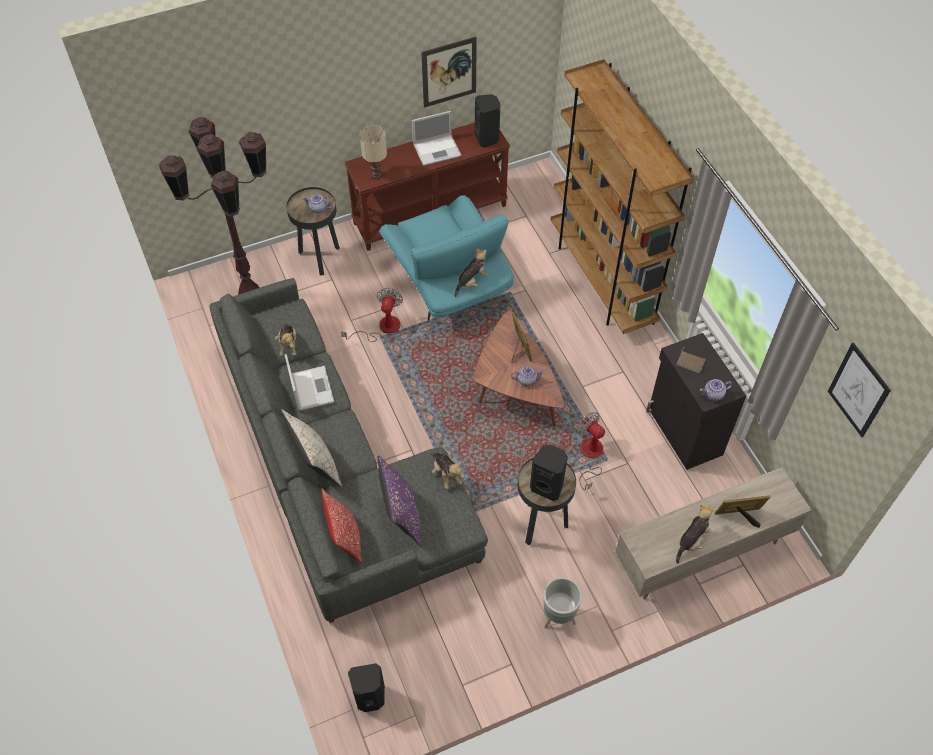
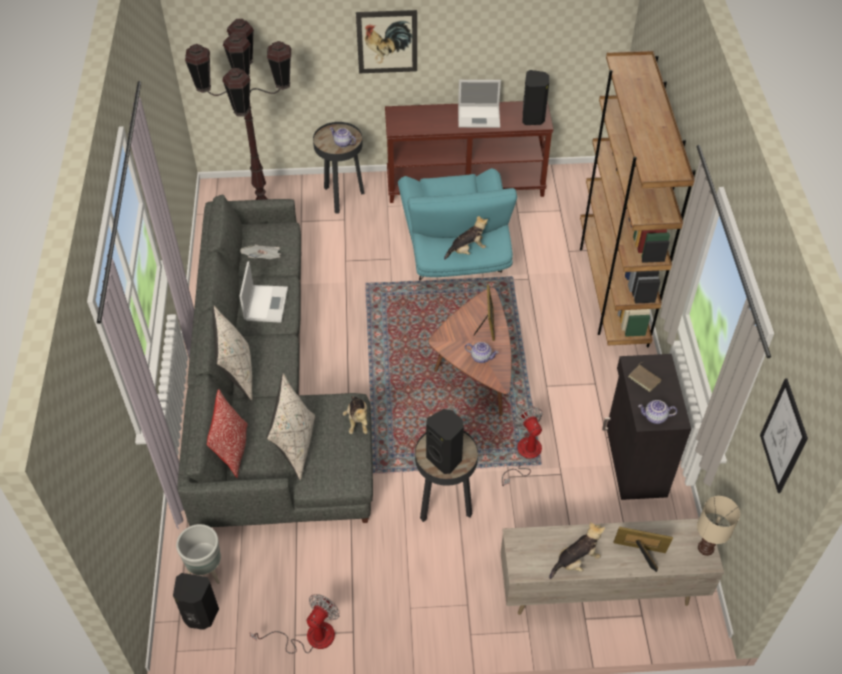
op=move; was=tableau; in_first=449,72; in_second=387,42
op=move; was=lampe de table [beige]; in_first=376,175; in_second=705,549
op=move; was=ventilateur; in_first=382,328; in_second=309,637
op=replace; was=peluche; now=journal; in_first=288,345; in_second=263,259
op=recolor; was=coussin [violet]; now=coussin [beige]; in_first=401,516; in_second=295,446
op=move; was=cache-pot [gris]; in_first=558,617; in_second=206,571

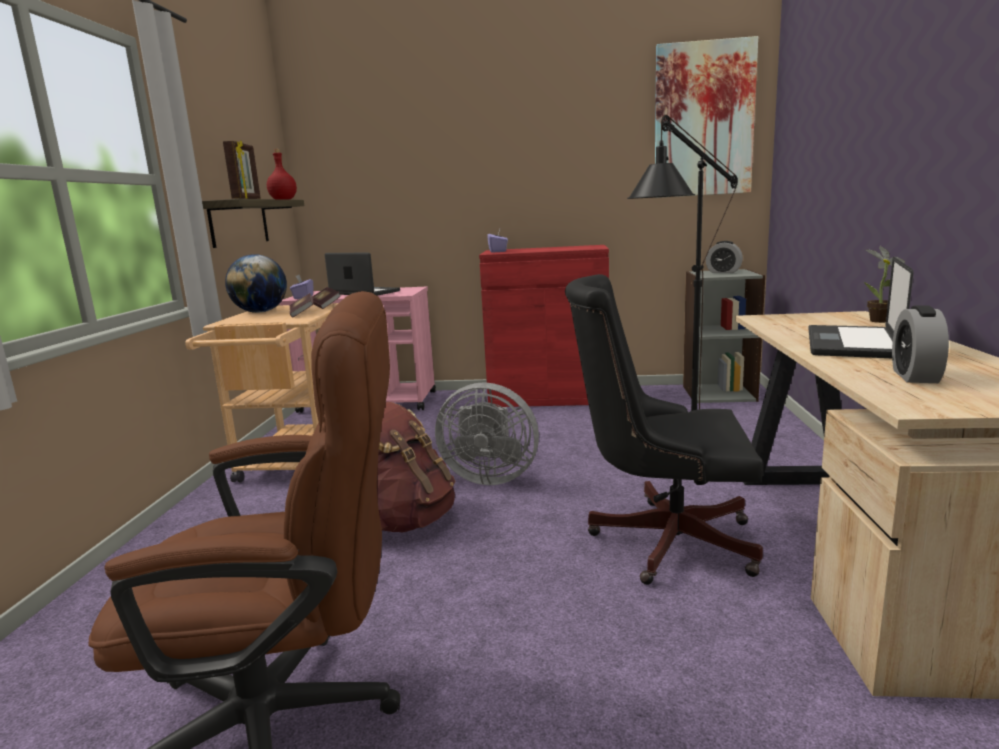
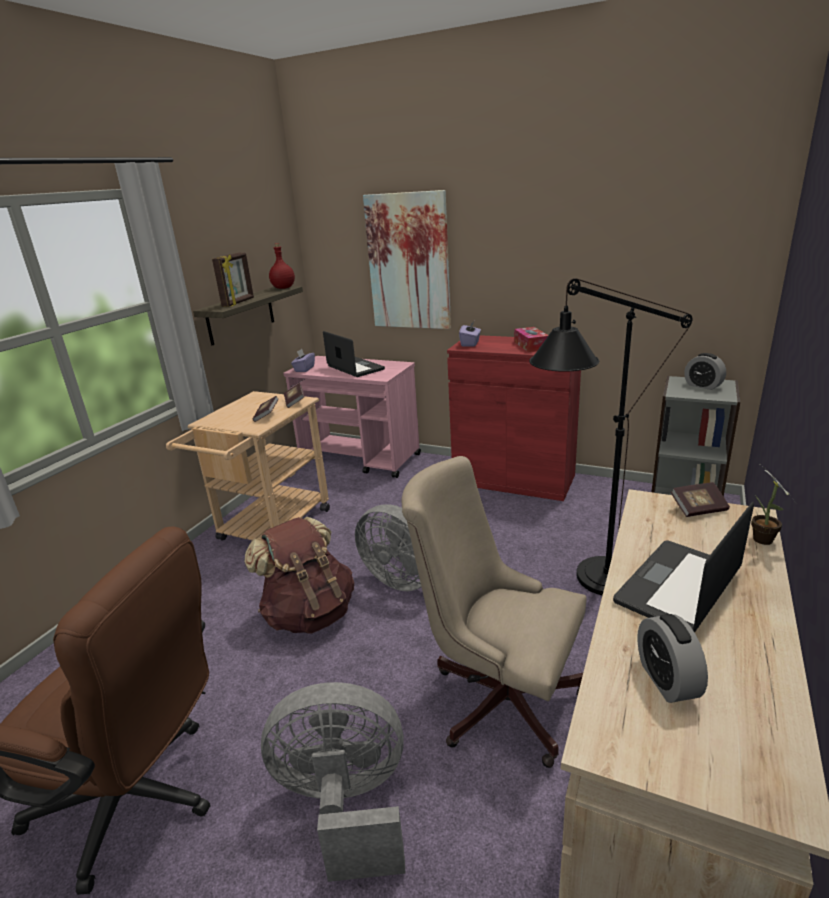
op=move; was=tableau; in_first=703,120; in_second=408,262
op=delete; was=globe; in_first=260,312
op=recolor; was=chaise de bureau [noir]; now=chaise de bureau [beige]; in_first=662,540; in_second=498,696
op=rotate; was=réveil; in_first=915,376; in_second=666,680; clockwise=-45
op=insert; now=boîte à mouchoirs; in_second=531,345
op=insert; now=livre; in_second=698,509
op=insert; now=ventilateur [gris]; in_second=345,806

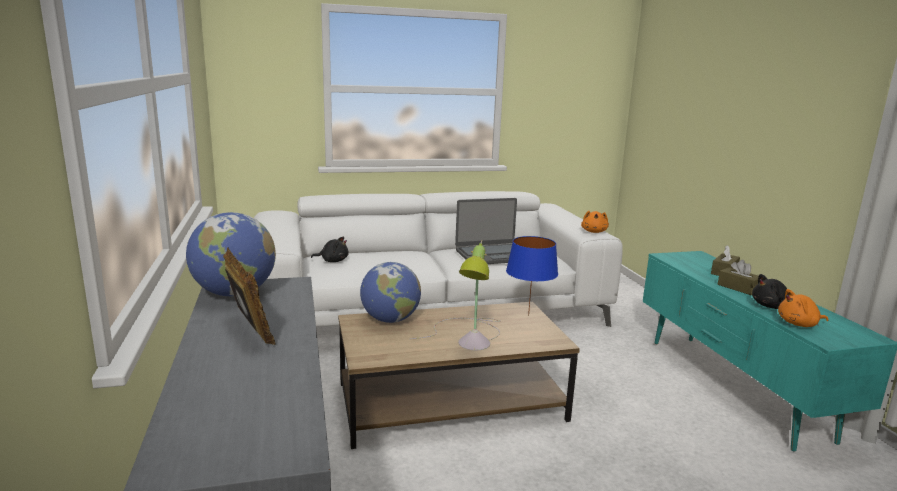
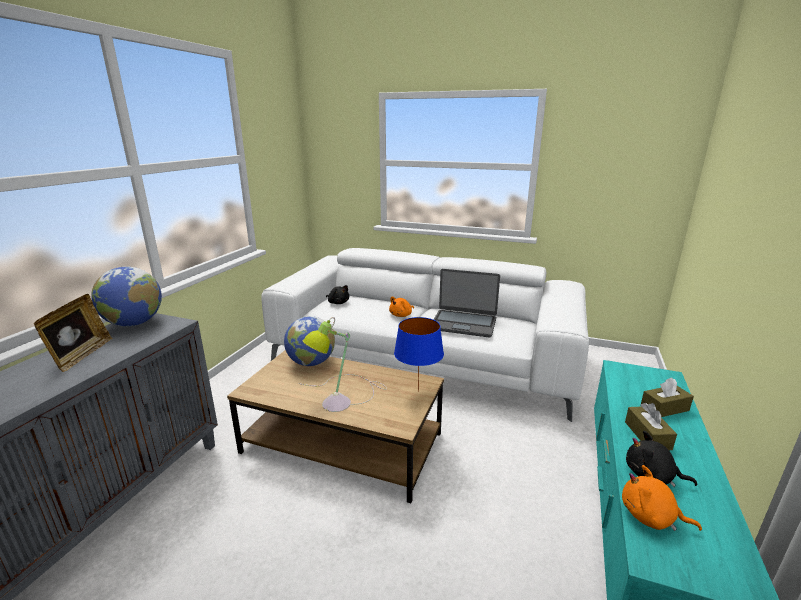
op=move; was=peluche [orange]; in_first=594,231; in_second=401,315

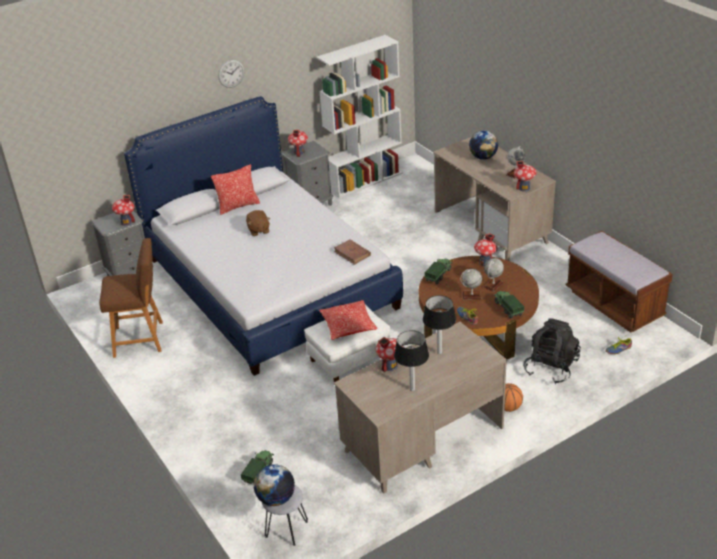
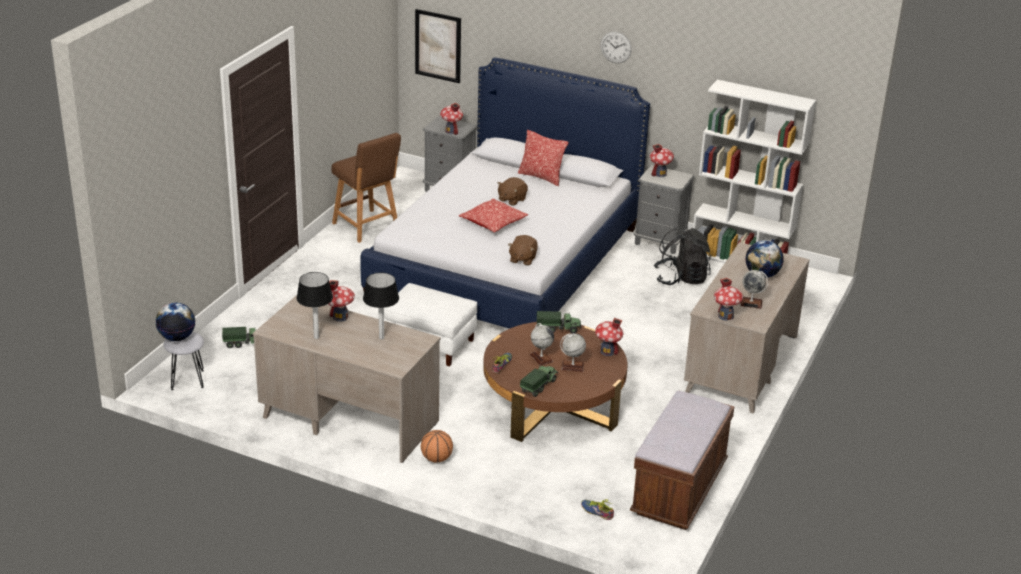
op=replace; was=livre [marron]; now=peluche [marron]; in_first=352,253; in_second=522,259
op=move; was=coussin; in_first=348,326; in_second=493,223
op=move; was=sac à dos [noir]; in_first=551,368; in_second=681,279
op=insert; now=tableau; in_second=438,46

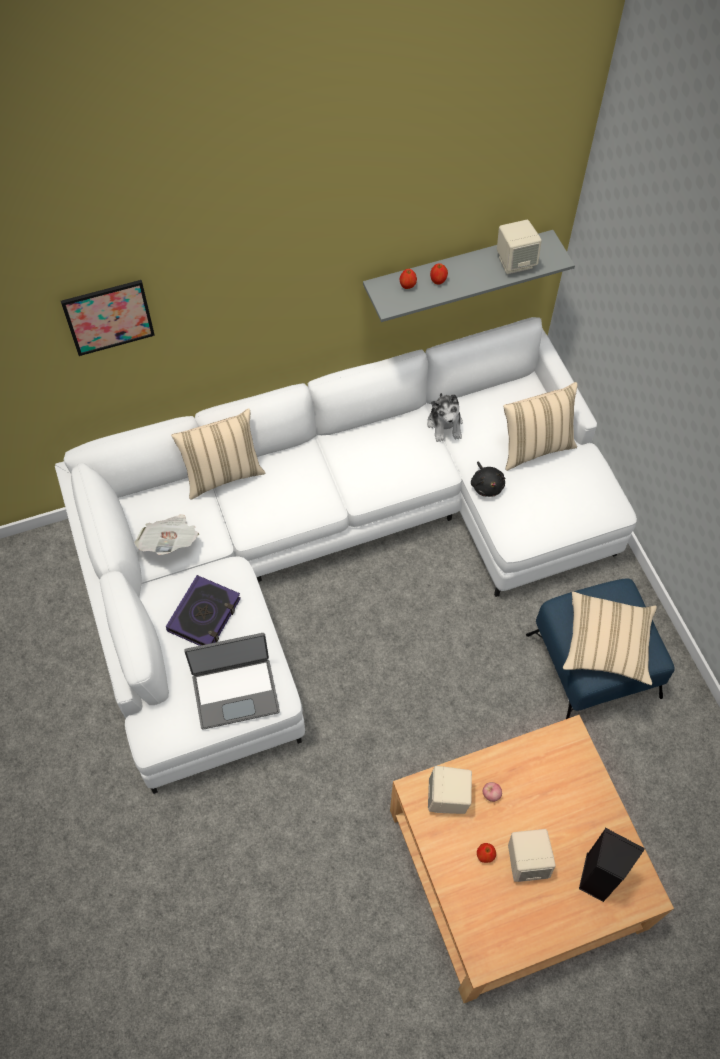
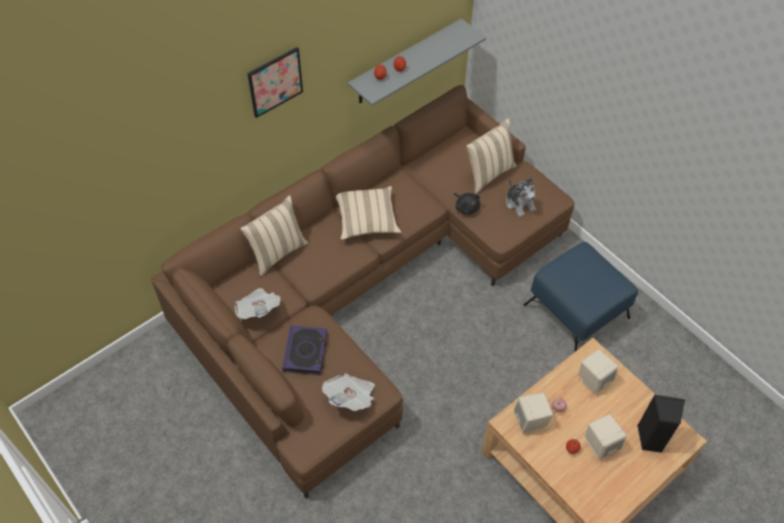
op=move; was=enceinte [beige]; in_first=515,262; in_second=594,379
op=move; was=tableau; in_first=108,317; in_second=275,82
op=recolor; was=canapé [blanc]; now=canapé [marron]; in_first=331,549; in_second=364,288
op=move; was=peluche; in_first=445,424; in_second=519,203
op=move; was=coussin [beige]; in_first=607,644; in_second=367,220
op=replace; was=ordinateur portable; now=journal; in_first=235,692; in_second=351,398

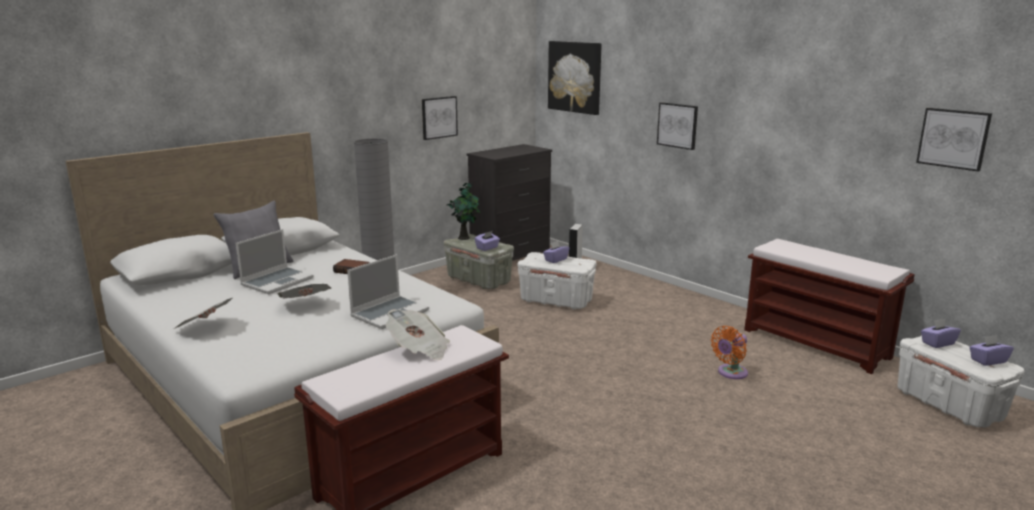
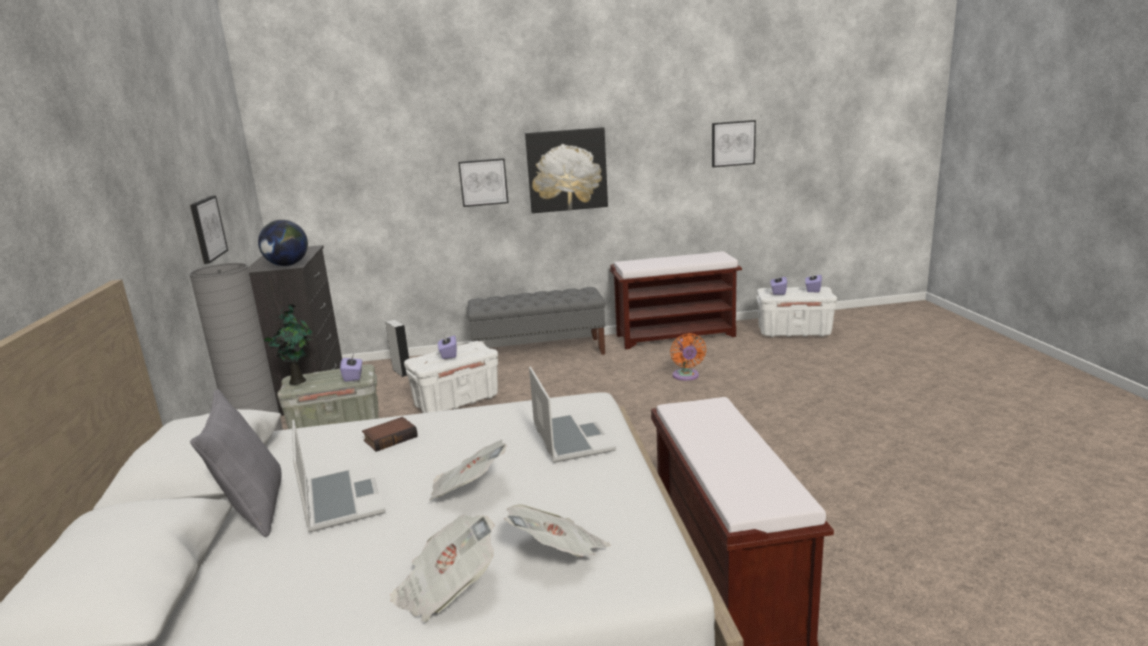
op=move; was=tableau; in_first=575,77; in_second=566,170
op=move; was=journal; in_first=419,350; in_second=559,553
op=insert; now=globe; in_second=287,265
op=insert; now=banc [gris]; in_second=539,353

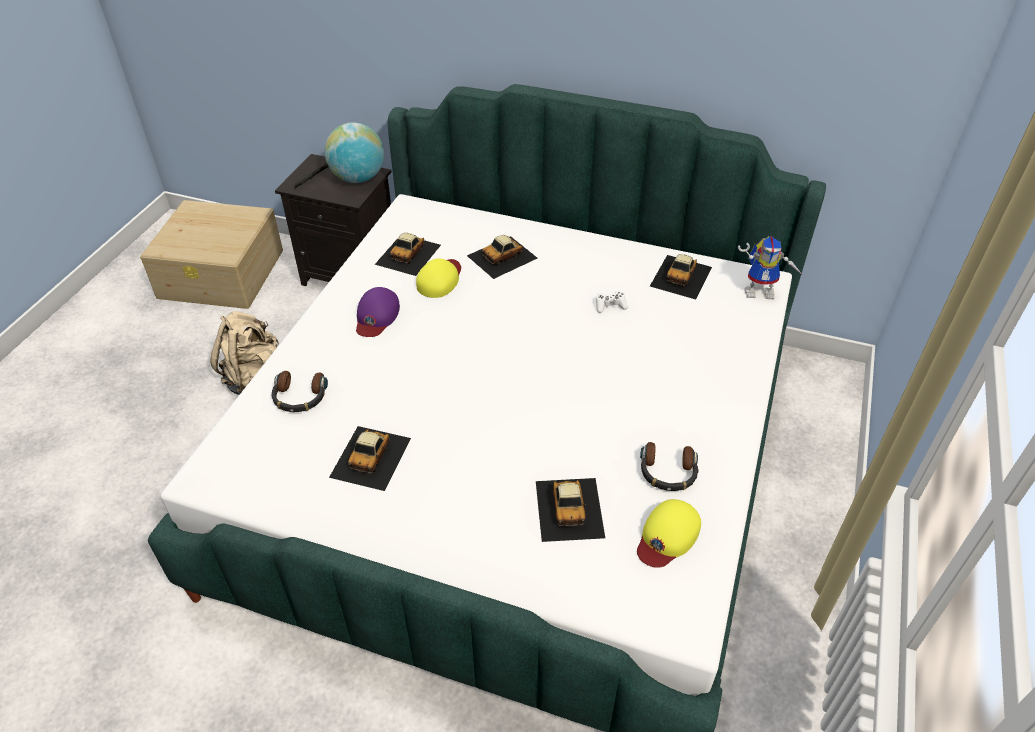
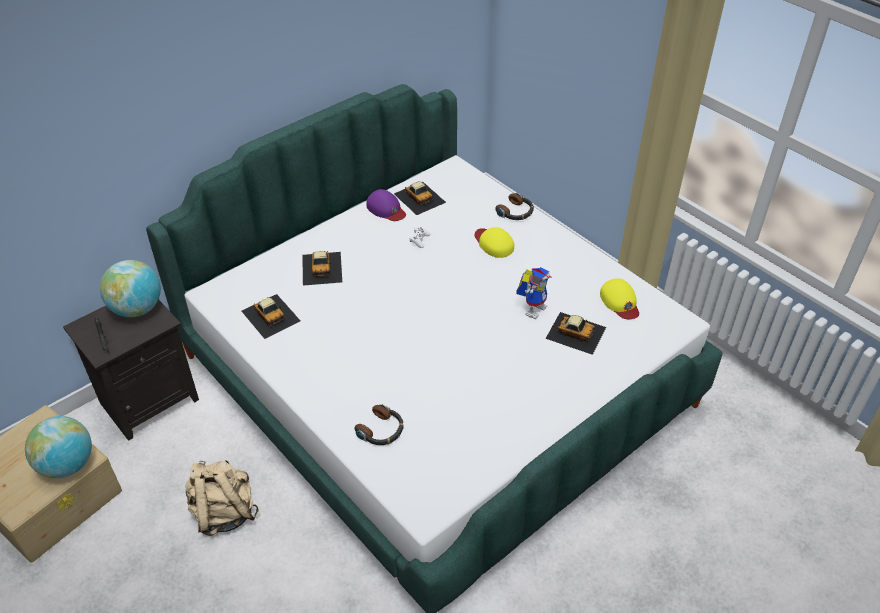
op=move; was=robot jouet; in_first=761,291; in_second=533,308
op=move; was=casquette [jaune]; in_first=440,279; in_second=493,243
op=move; was=casquette [violet]; in_first=376,316; in_second=386,209
op=delete; was=petite voiture; in_first=371,457
op=move; was=casque audio; in_first=667,472; in_second=516,212
op=insert; now=globe; in_second=67,464

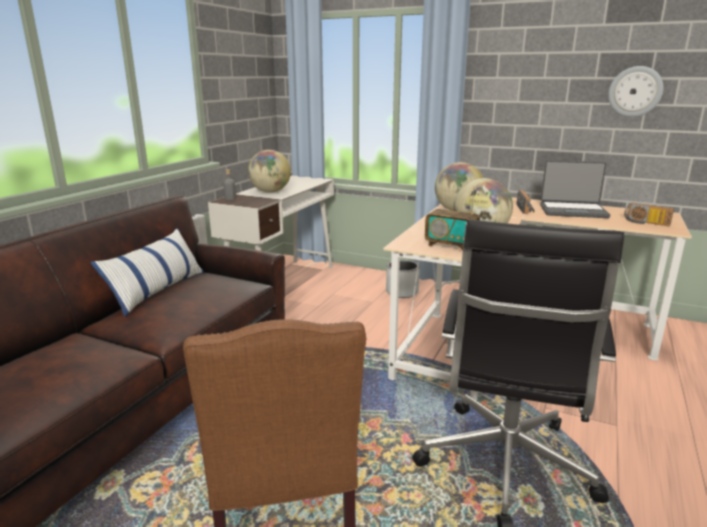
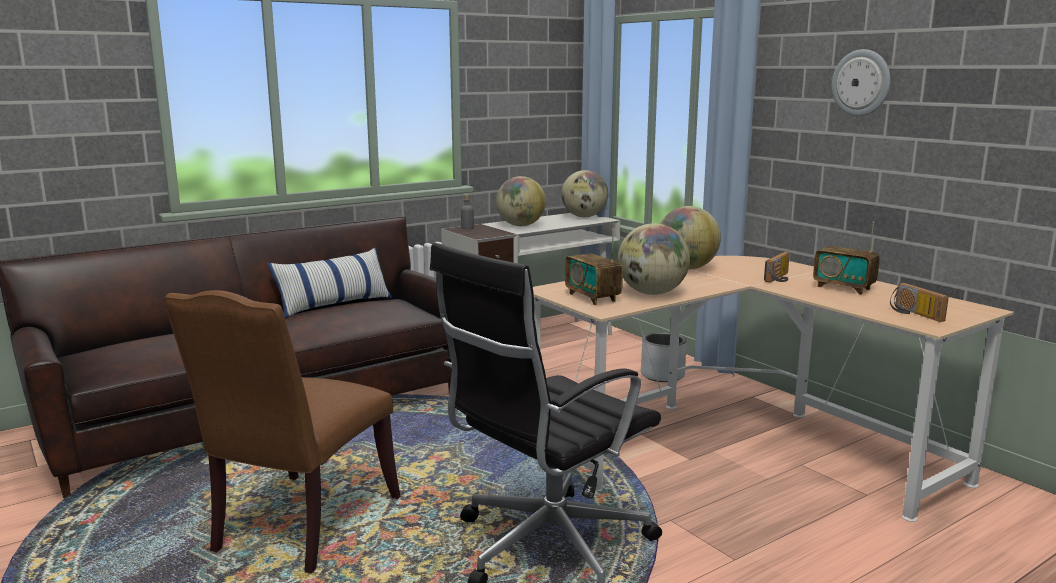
op=move; was=horloge murale; in_first=635,91; in_second=861,83
op=replace; was=ordinateur portable; now=radio; in_first=573,211; in_second=843,288
op=insert; now=globe; in_second=584,217

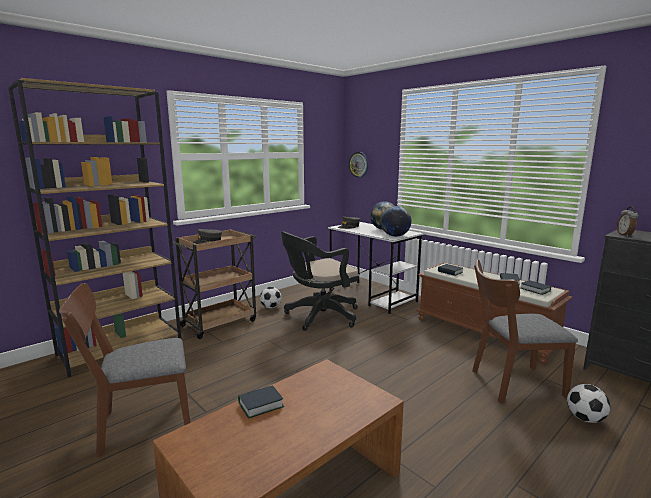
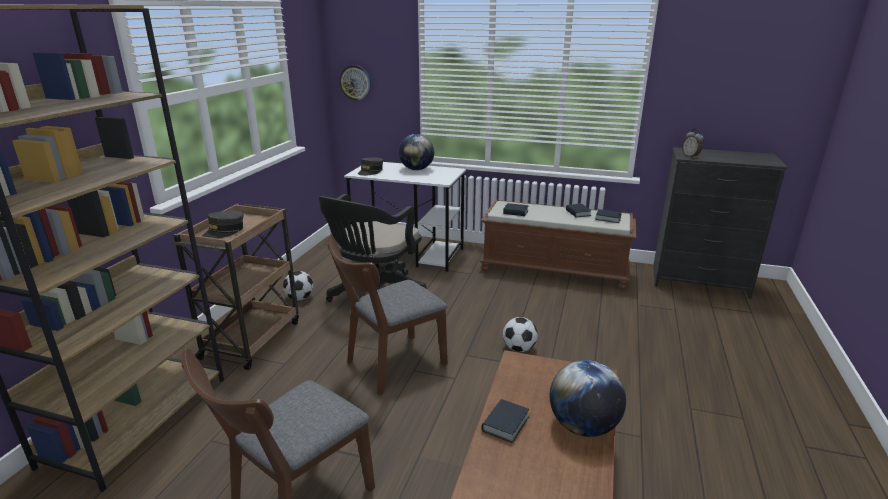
op=move; was=globe; in_first=395,236; in_second=583,426
op=move; was=chaise [marron]; in_first=511,383; in_second=390,366
op=move; was=ballon de foot; in_first=585,418; in_second=519,348

